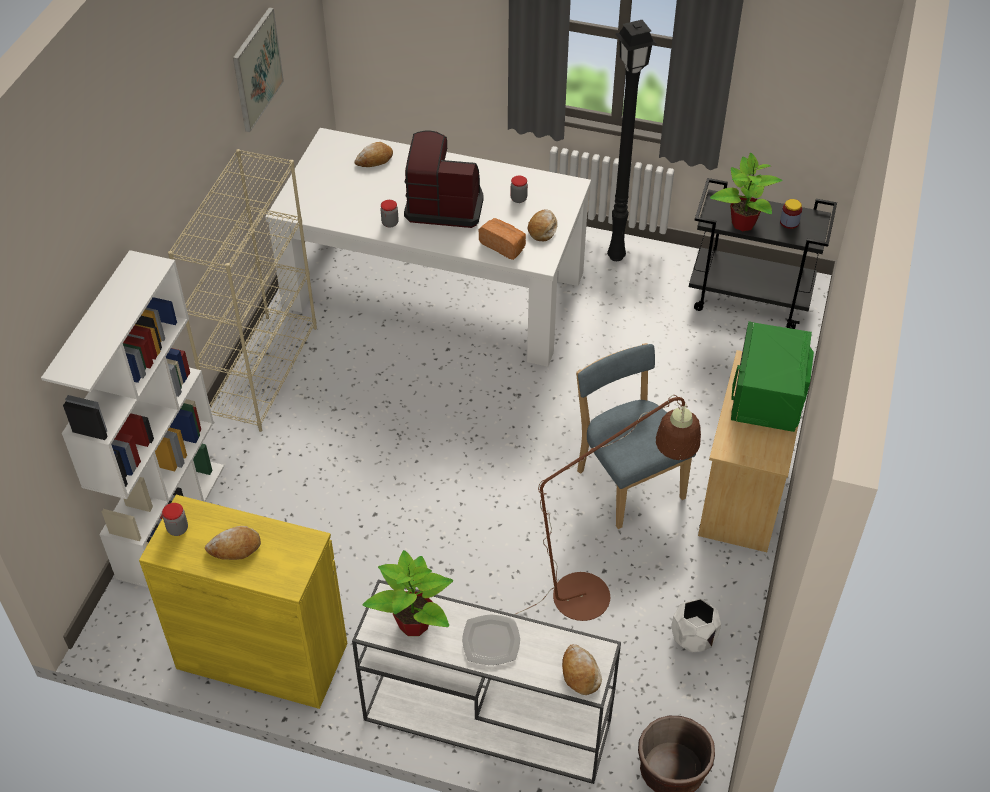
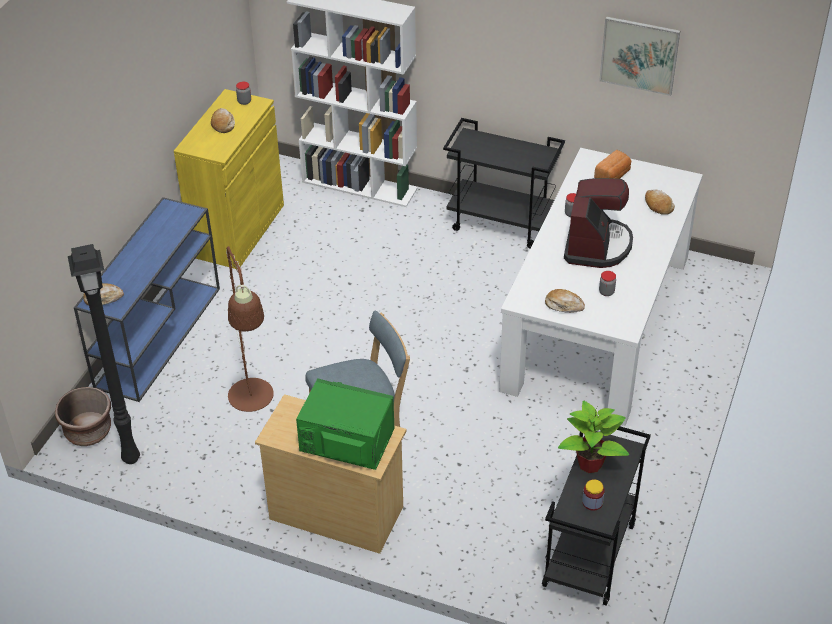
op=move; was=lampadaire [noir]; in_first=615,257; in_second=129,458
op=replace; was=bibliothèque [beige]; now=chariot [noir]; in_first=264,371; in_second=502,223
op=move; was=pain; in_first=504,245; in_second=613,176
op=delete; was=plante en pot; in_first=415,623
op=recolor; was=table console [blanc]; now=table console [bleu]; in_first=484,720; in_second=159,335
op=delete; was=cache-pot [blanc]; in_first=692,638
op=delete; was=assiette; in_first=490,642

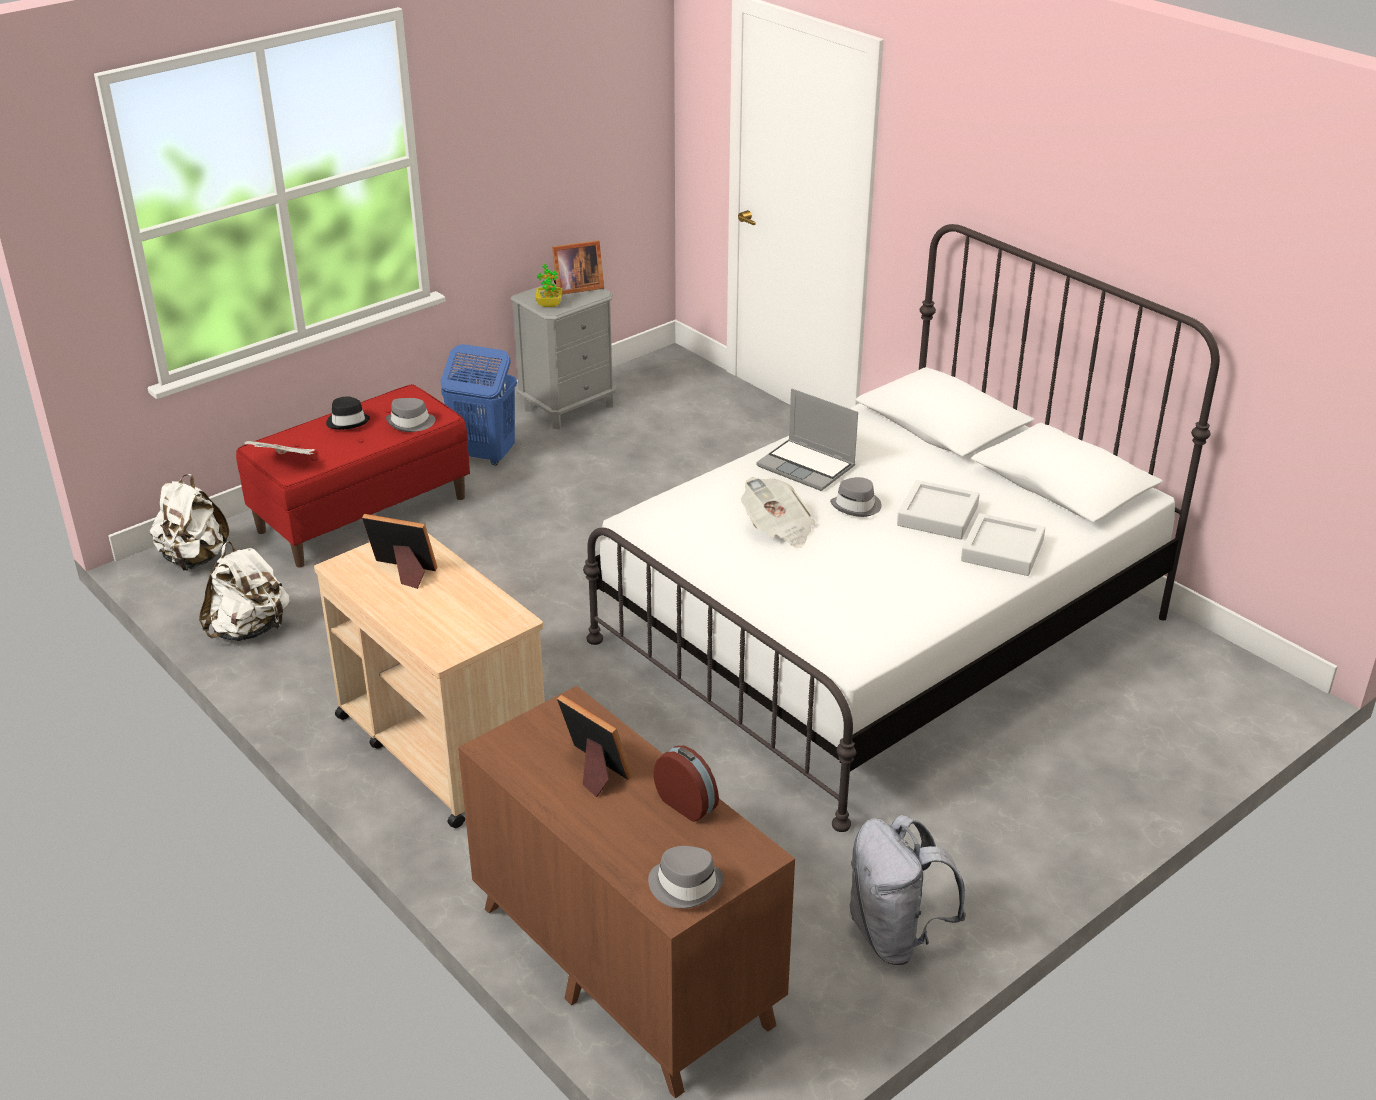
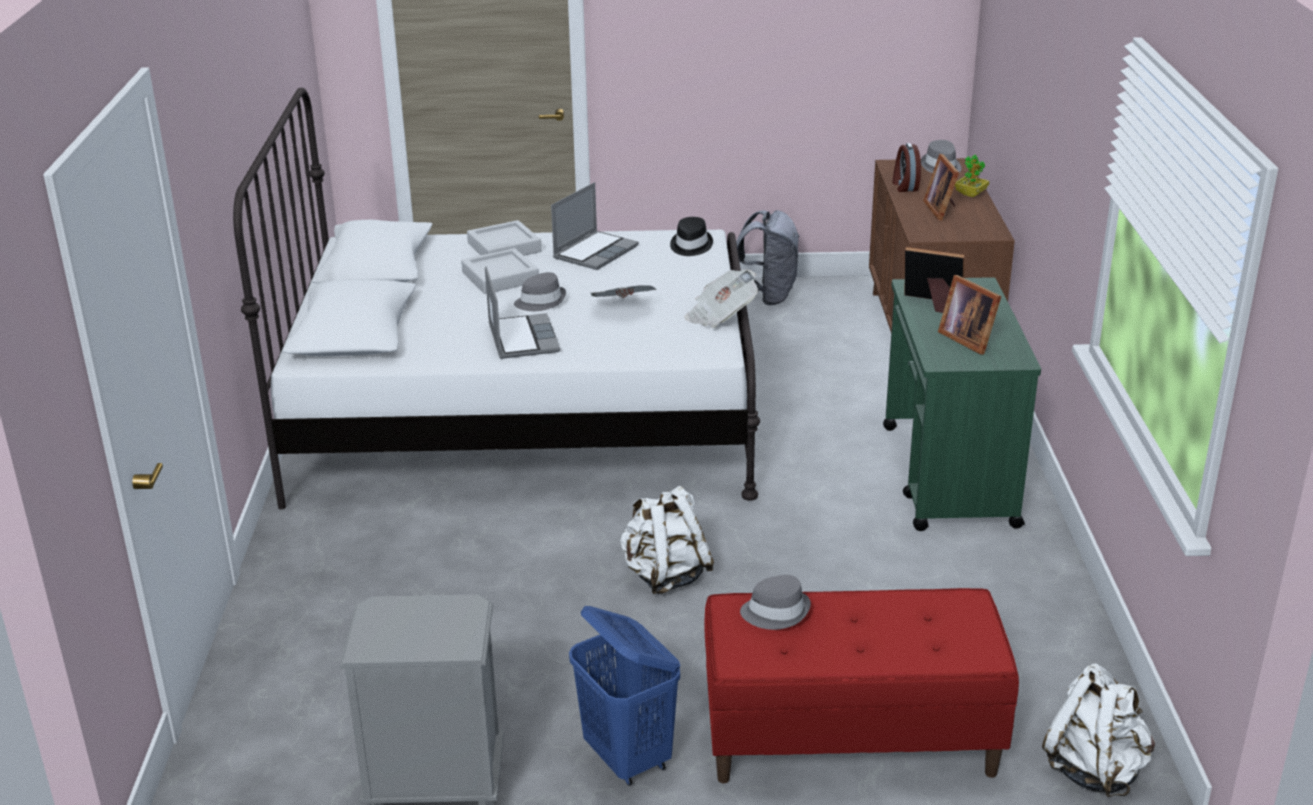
op=move; was=cadre photo; in_first=576,288; in_second=933,304
op=move; was=plante en pot; in_first=549,304; in_second=970,194
op=move; was=chapeau [noir]; in_first=348,421; in_second=690,246
op=move; was=journal; in_first=285,463; in_second=720,316
op=recolor; was=chariot [beige]; now=chariot [vert]; in_first=440,745; in_second=949,476
op=move; was=sac à dos [blanc]; in_first=249,630; in_second=665,576
op=insert; now=ordinateur portable; in_second=595,252

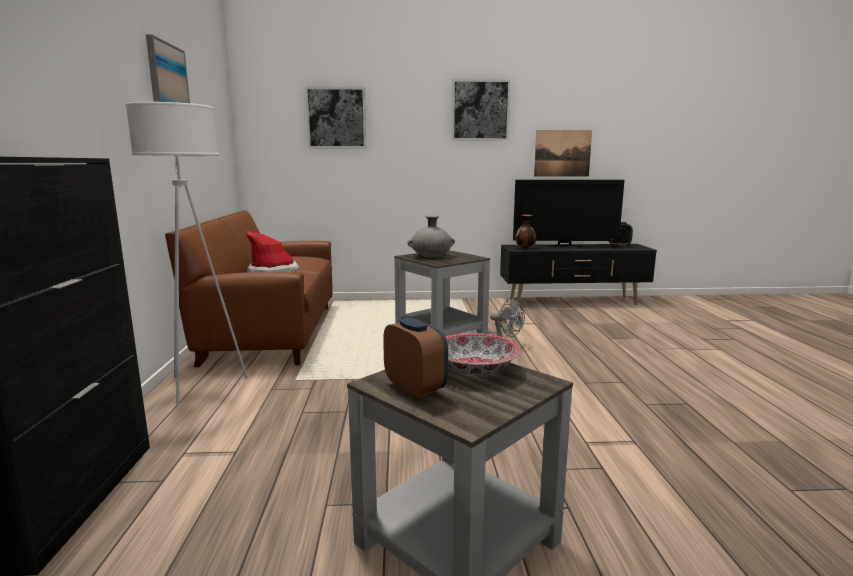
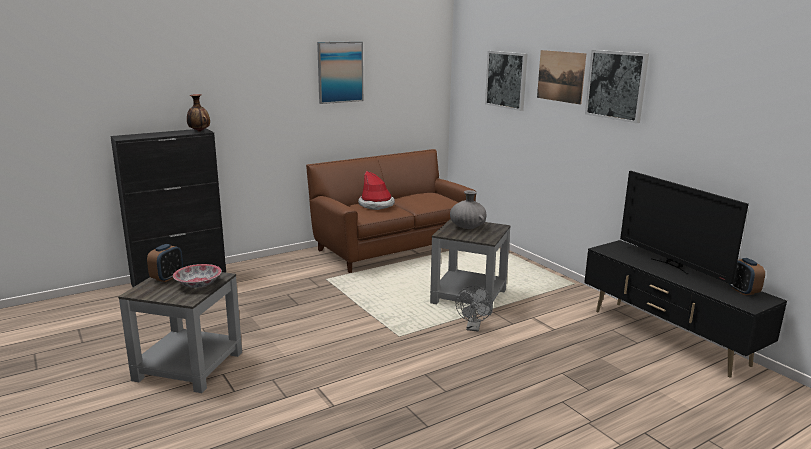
op=delete; was=lampadaire [blanc]; in_first=202,386
op=move; was=tableau; in_first=562,153; in_second=560,76
op=move; was=vase; in_first=525,248; in_second=199,131

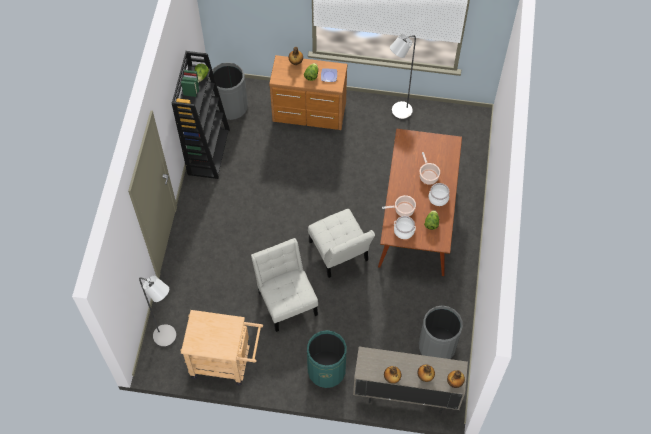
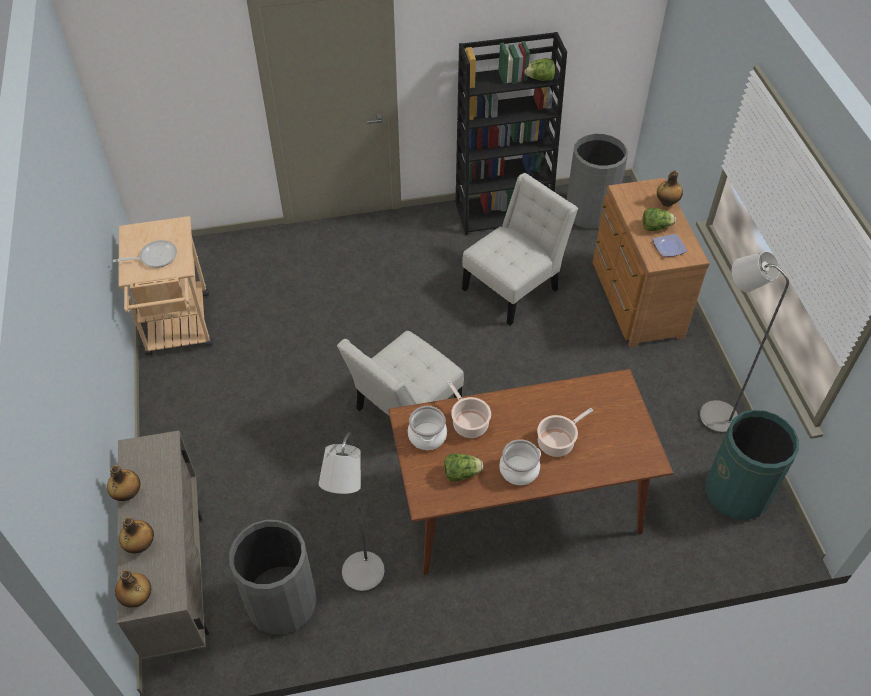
op=move; was=chaise [blanc]; in_first=286,300; in_second=514,286
op=move; was=lampadaire [gris]; in_first=168,338; in_second=361,580
op=move; was=poubelle [vert]; in_first=326,370; in_second=736,493
op=insert; now=poêle; in_second=155,257

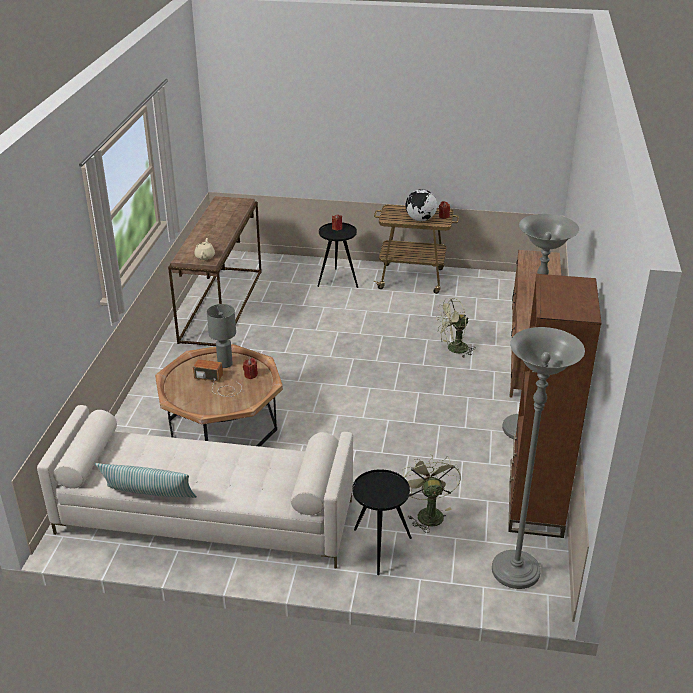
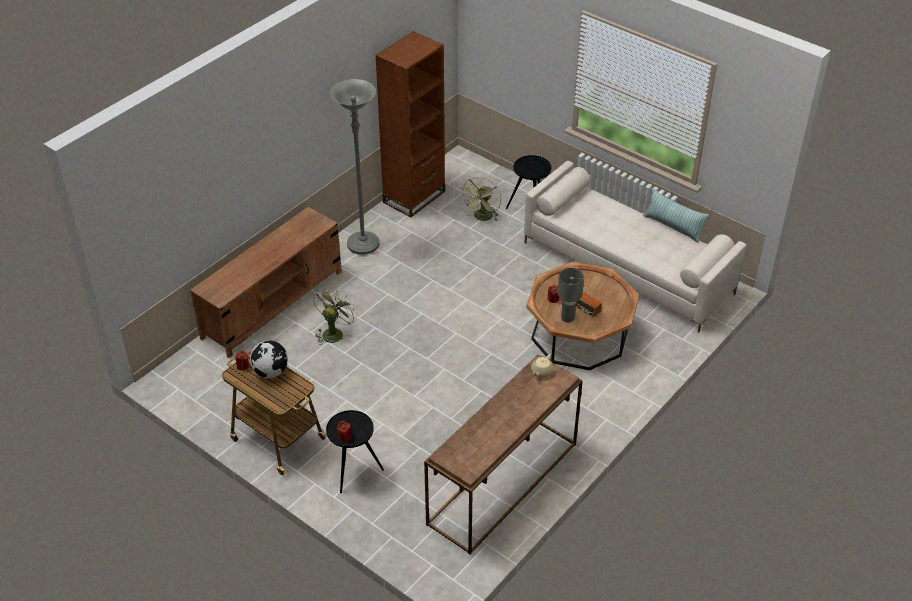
op=rotate; was=ventilateur [vert]; in_first=453,349; in_second=334,332; clockwise=-75
op=delete; was=lampadaire [gris]; in_first=515,572

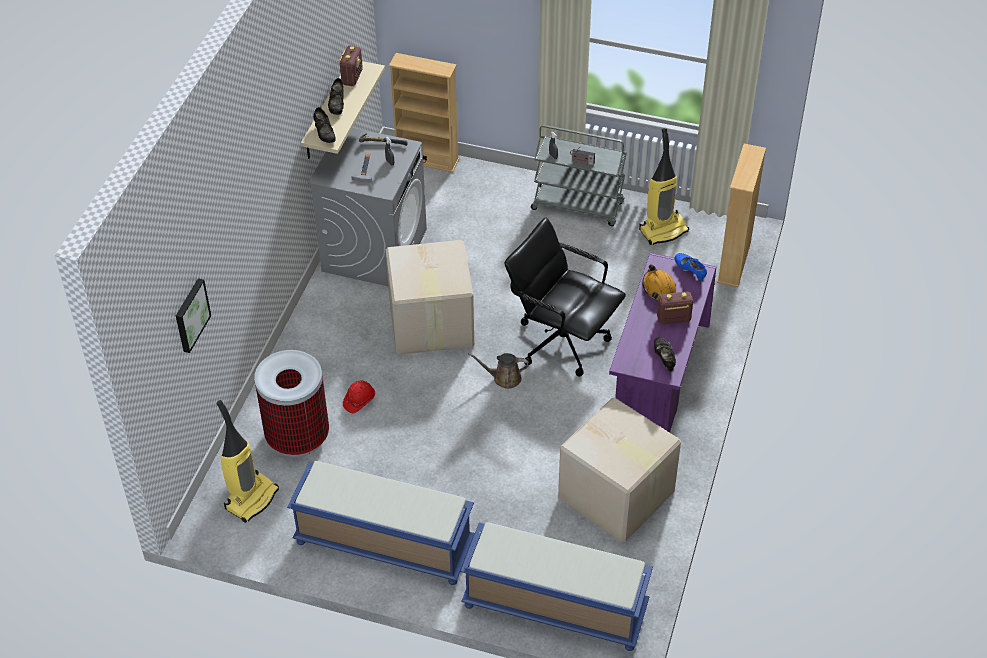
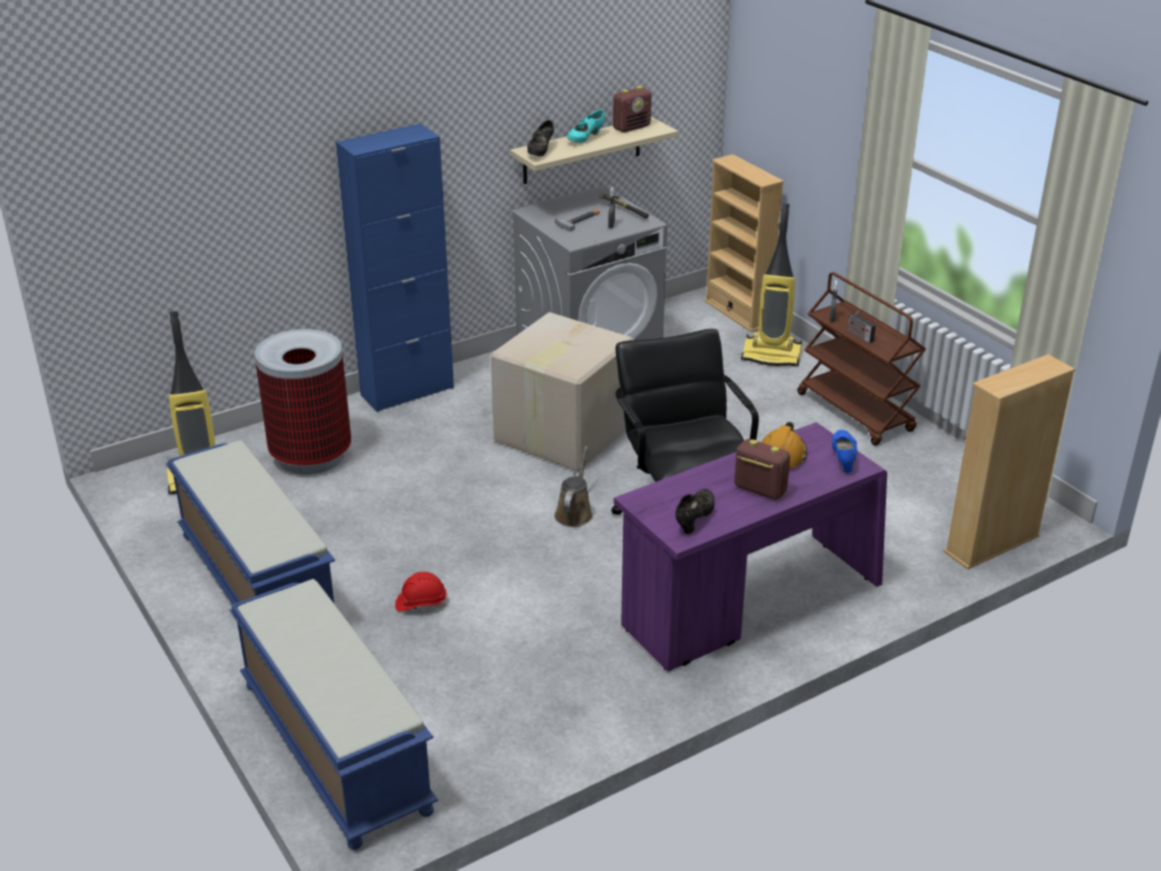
op=recolor; was=chaussure [noir]; now=chaussure [turquoise]; in_first=337,105; in_second=585,139
op=recolor; was=chariot [gris]; now=chariot [marron]; in_first=578,206; in_second=856,413
op=move; was=aspirateur; in_first=663,230; in_second=772,355
op=delete; was=tableau; in_first=190,315
op=rotate; was=arrosoir [marron]; in_first=504,378; in_second=574,513; clockwise=60
op=move; was=casque de chantier [rouge]; in_first=359,401; in_second=421,603
op=delete; was=carton; in_first=616,496
op=insert; now=meuble de rangement [bleu]; in_second=407,391

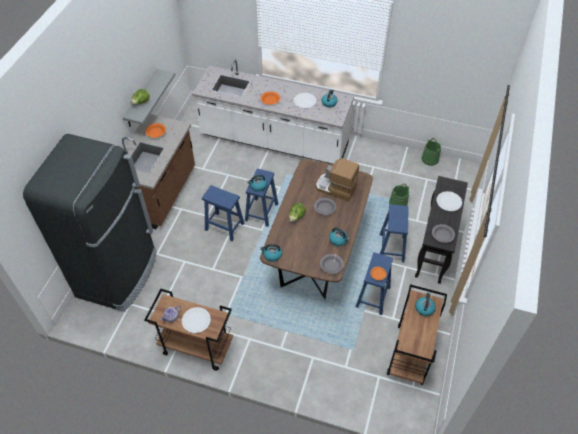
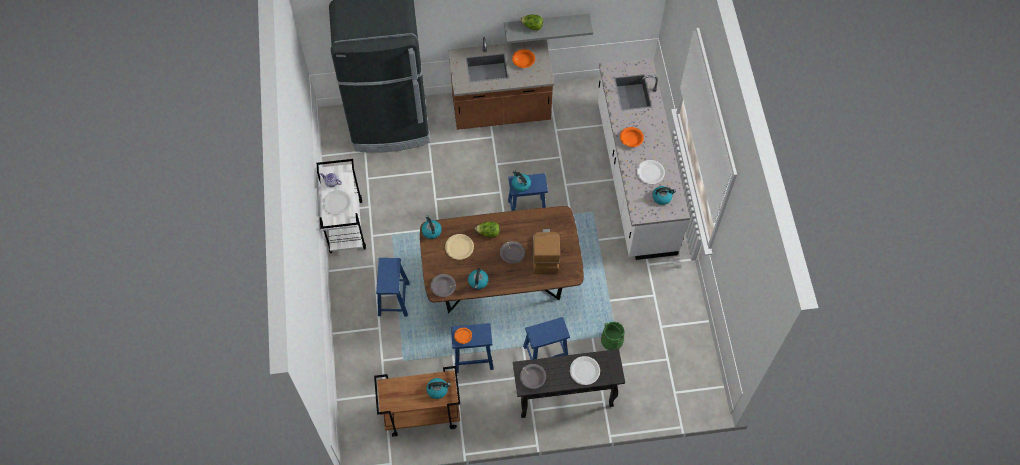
op=delete; was=seau [vert]; in_first=430,159
op=move; was=tabouret [bleu]; in_first=224,226; in_second=393,298
op=recolor; was=chariot [marron]; now=chariot [blanc]; in_first=196,347; in_second=345,225
op=insert; now=assiette [beige]; in_second=459,247

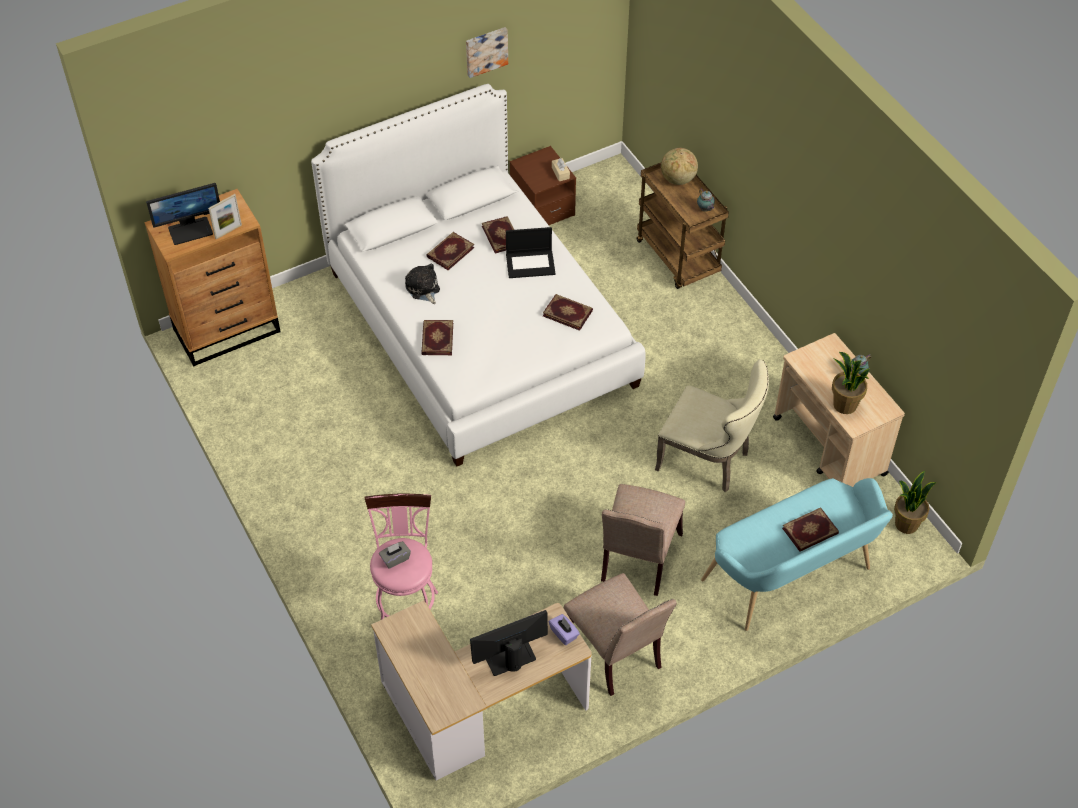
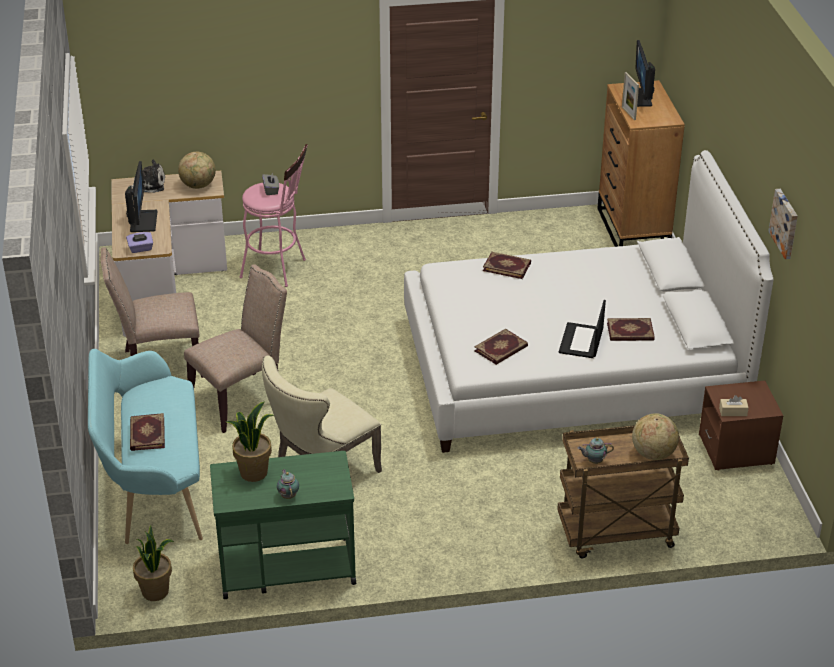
op=delete; was=livre; in_first=450,252
op=move; was=peluche; in_first=423,289; in_second=150,185
op=recolor; was=chariot [beige]; now=chariot [vert]; in_first=829,447; in_second=285,567
op=rotate; was=chaise [beige]; in_first=638,560; in_second=241,398; clockwise=105
op=insert; now=globe; in_second=198,185

